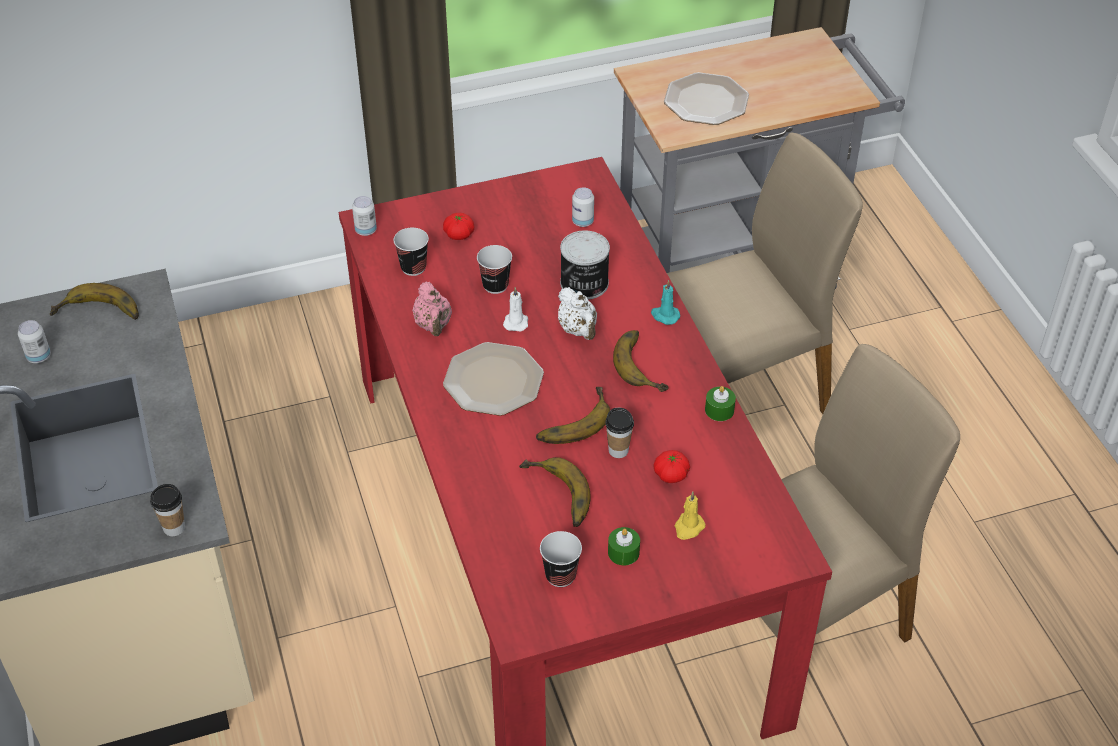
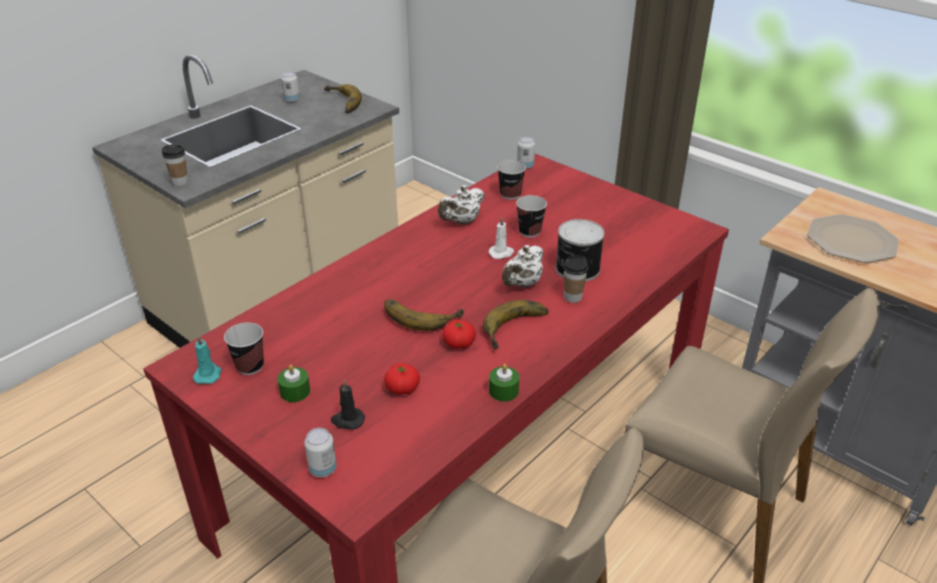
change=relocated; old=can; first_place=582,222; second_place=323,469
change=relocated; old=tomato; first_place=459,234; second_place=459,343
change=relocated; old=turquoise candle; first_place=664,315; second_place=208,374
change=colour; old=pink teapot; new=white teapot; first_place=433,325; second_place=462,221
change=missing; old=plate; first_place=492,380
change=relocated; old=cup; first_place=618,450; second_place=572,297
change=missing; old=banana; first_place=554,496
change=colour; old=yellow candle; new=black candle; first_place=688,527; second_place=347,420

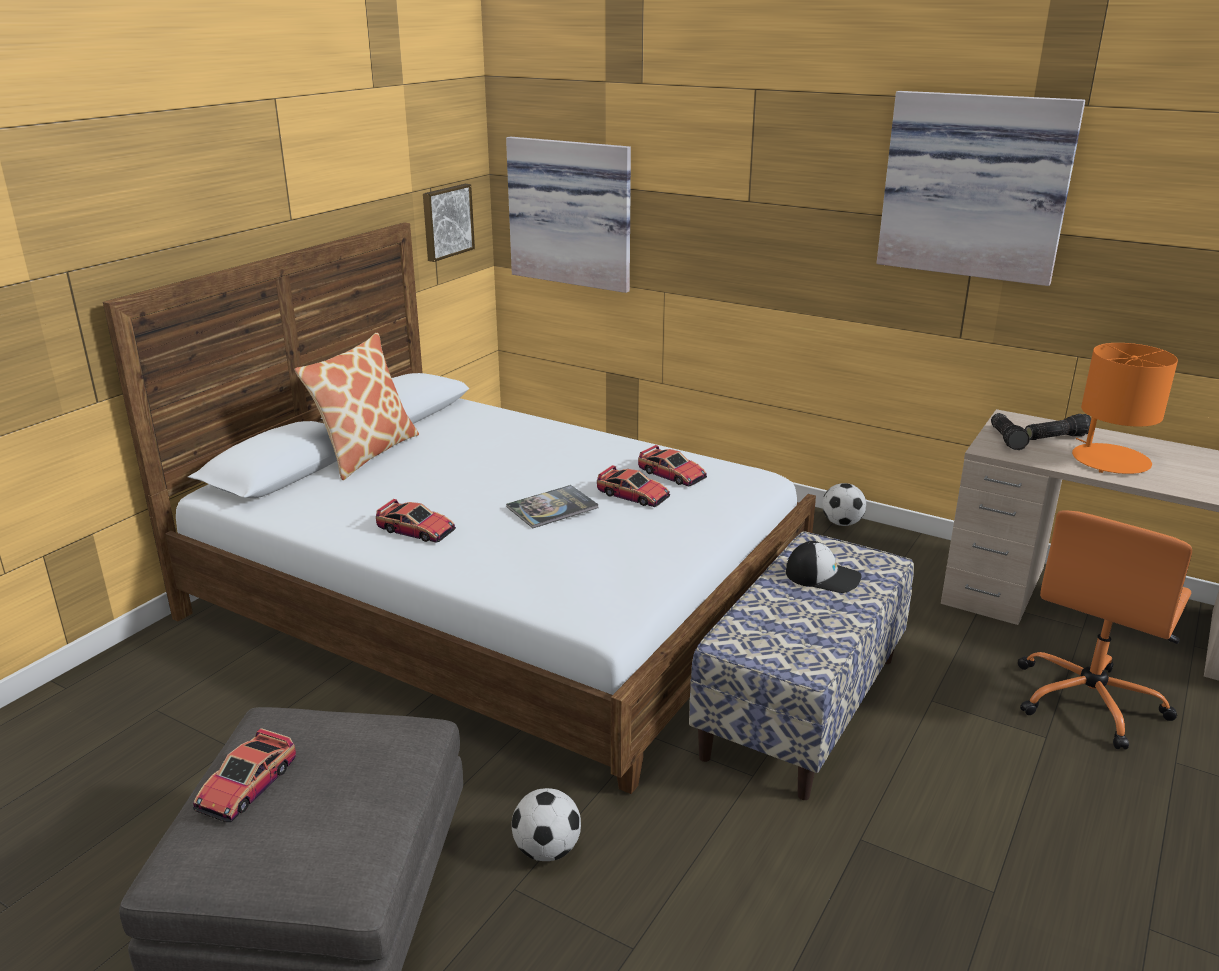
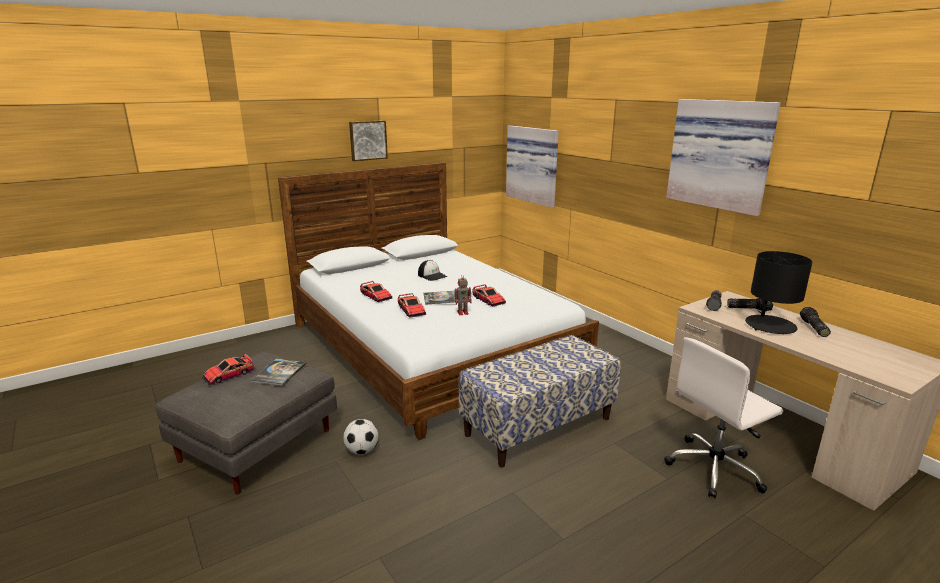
change=relocated; old=picture; first_place=446,221; second_place=368,140
change=missing; old=pillow; first_place=366,453
change=colour; old=orange table lamp; new=black table lamp; first_place=1109,460; second_place=770,325
change=relocated; old=toy car; first_place=672,474; second_place=411,310
change=missing; old=football; first_place=841,523
change=colour; old=orange office chair; new=white office chair; first_place=1089,701; second_place=715,468
change=relocated; old=cap; first_place=823,576; second_place=432,276
change=appeared; new=toy robot; second_place=463,312
change=appeared; new=flashlight; second_place=813,328
change=appeared; new=book; second_place=279,373

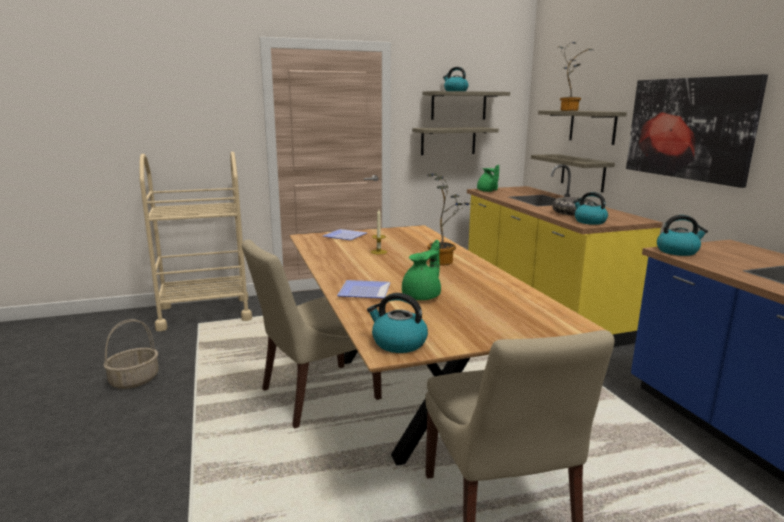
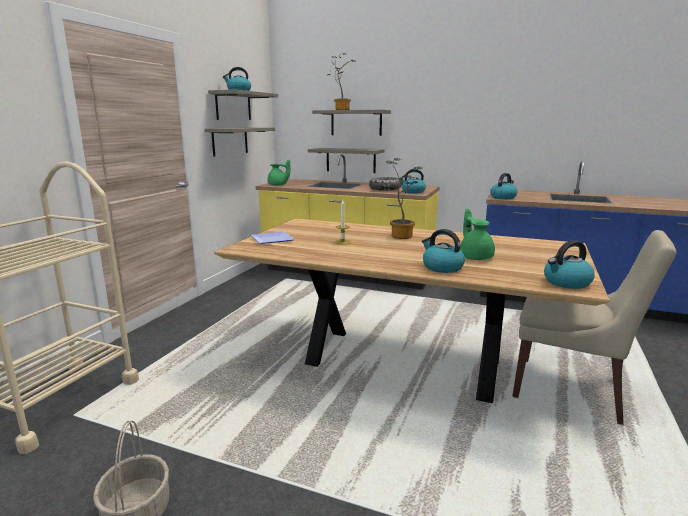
change=missing; old=picture; first_place=688,128
change=missing; old=beige chair; first_place=316,395
change=exchanged; old=plate; new=kettle; first_place=362,292; second_place=442,267

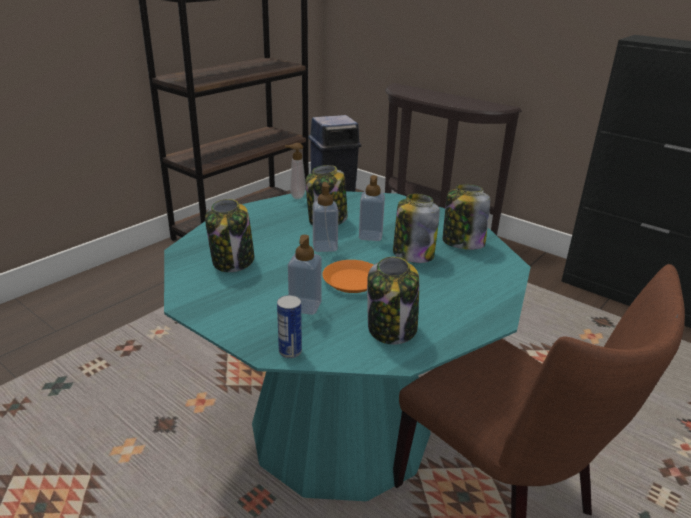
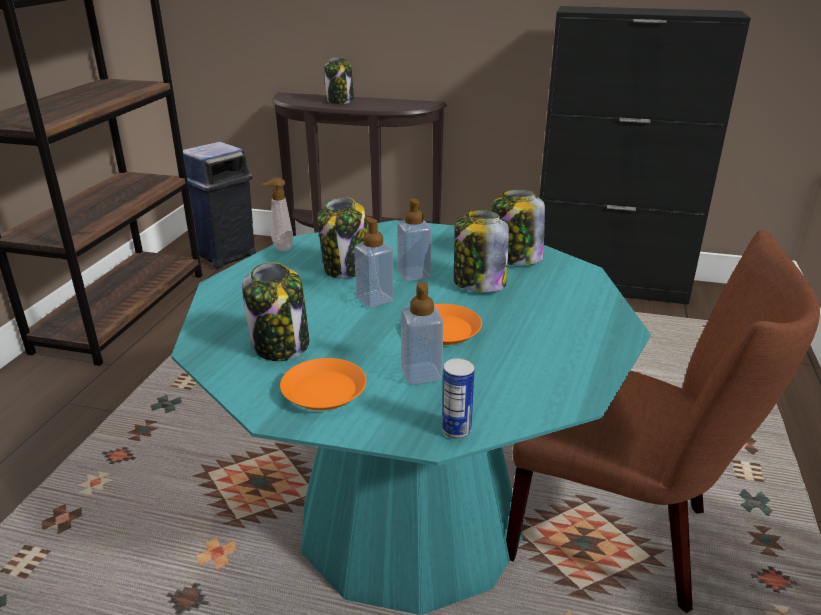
change=relocated; old=jar; first_place=392,329; second_place=340,101
change=appeared; new=orange plate; second_place=323,391

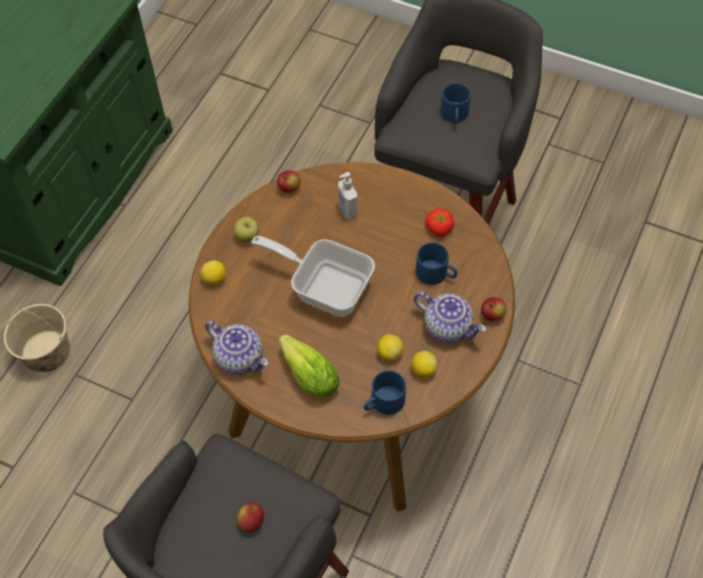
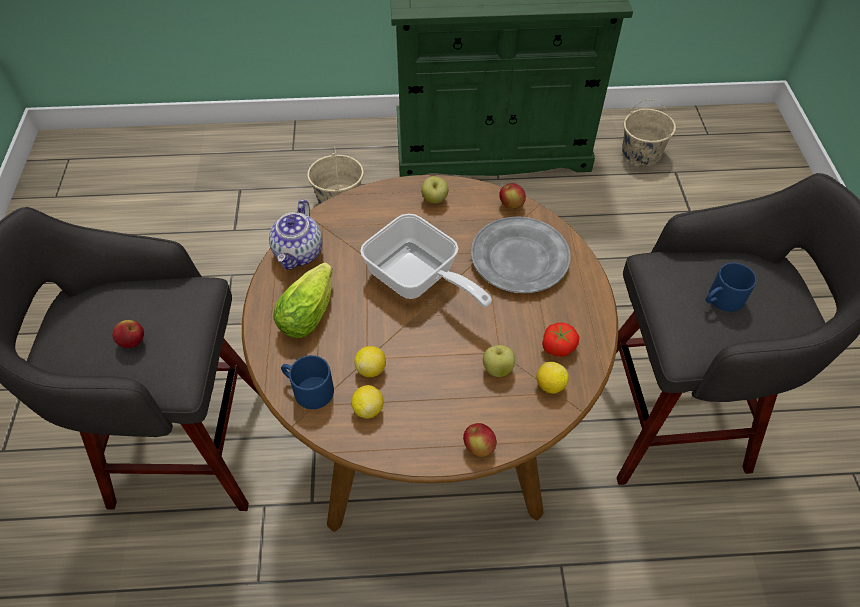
change=exchanged; old=soap dispenser; new=grey plate; first_place=347,210; second_place=519,259
change=spun; old=frying pan; first_place=324,286; second_place=418,280; degrees=135
change=exchanged; old=blue mug; new=apple; first_place=436,273; second_place=497,369
change=relocated; old=lemon; first_place=214,279; second_place=549,385
change=missing; old=teapot; first_place=448,327
change=appeared; new=beige bucket; second_place=641,152

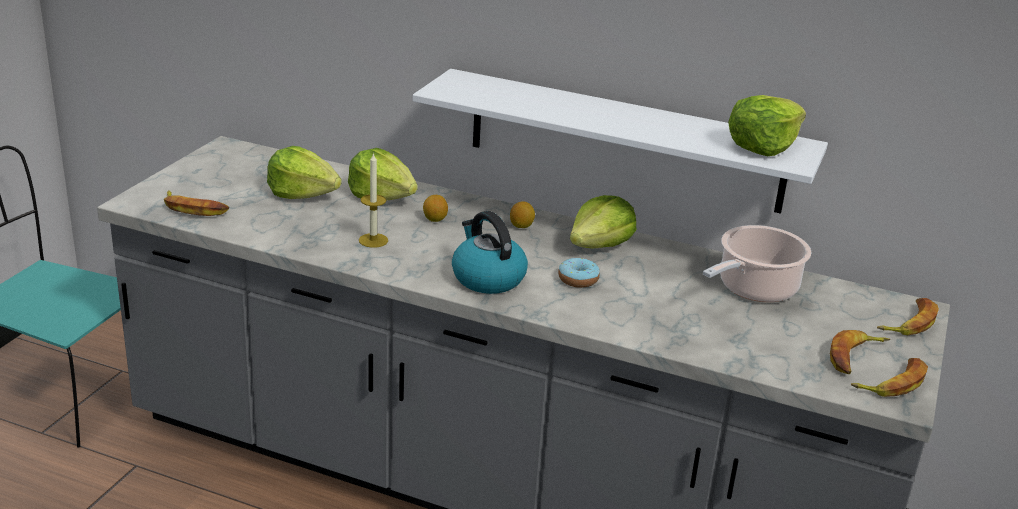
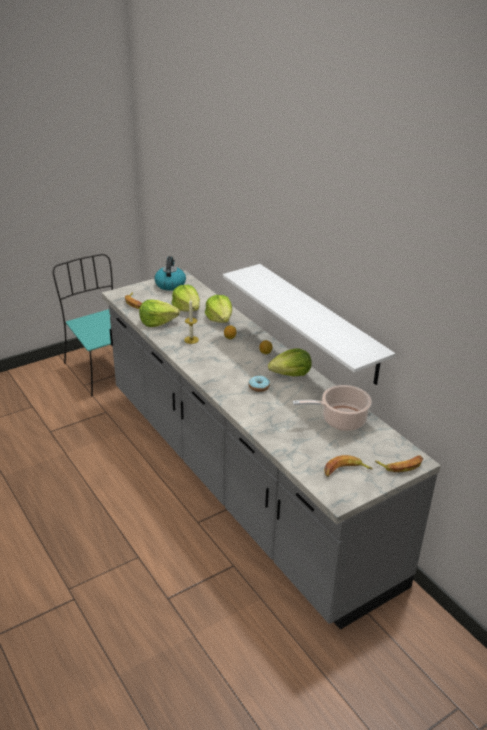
change=relocated; old=lettuce; first_place=762,146; second_place=157,322
change=relocated; old=kettle; first_place=487,278; second_place=170,284
change=missing; old=banana; first_place=892,383

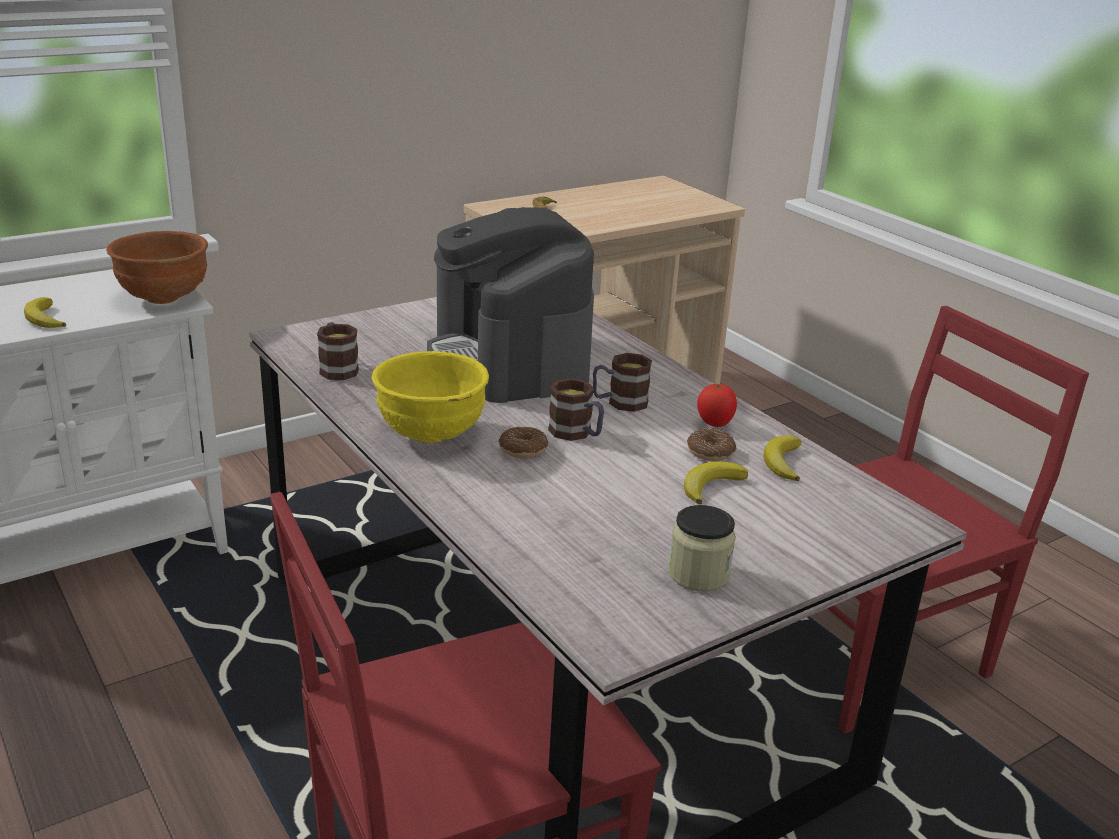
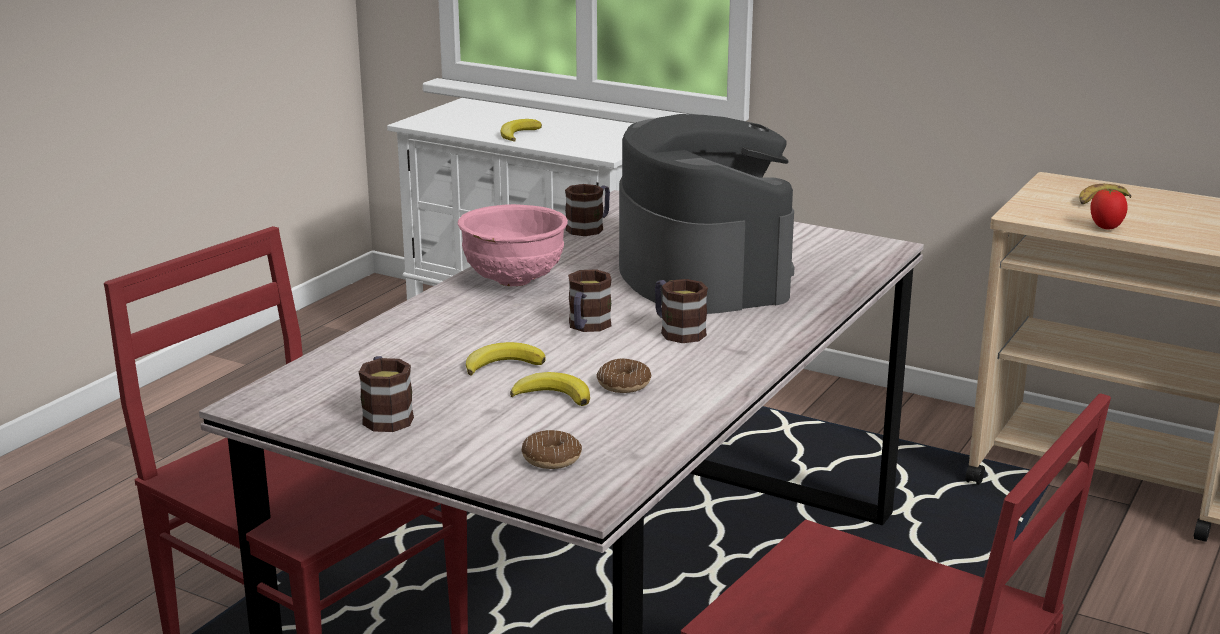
change=spun; old=coffee machine; first_place=510,360; second_place=702,274; degrees=120
change=missing; old=brown bowl; first_place=164,298
change=colour; old=yellow bowl; new=pink bowl; first_place=431,434; second_place=515,281
change=relocated; old=tomato; first_place=714,424; second_place=1106,228
change=relocated; old=donut; first_place=523,449; second_place=551,459
change=relocated; old=banana; first_place=782,462; second_place=503,364
change=exchanged; old=jar; new=mug; first_place=698,574; second_place=386,415

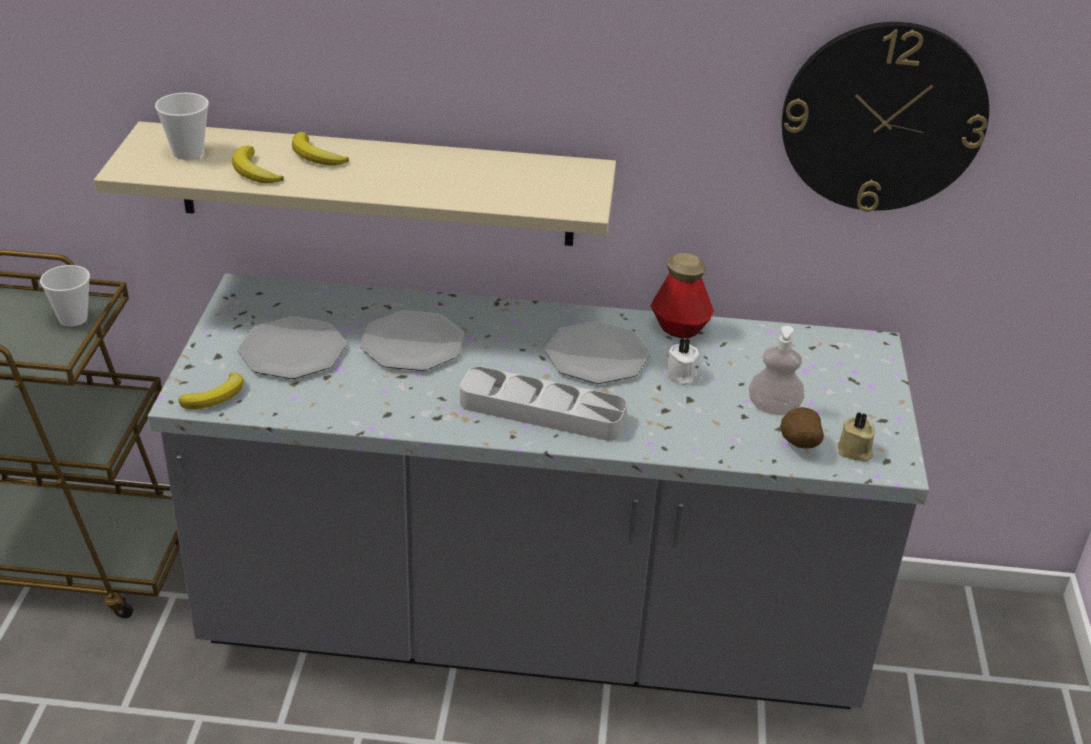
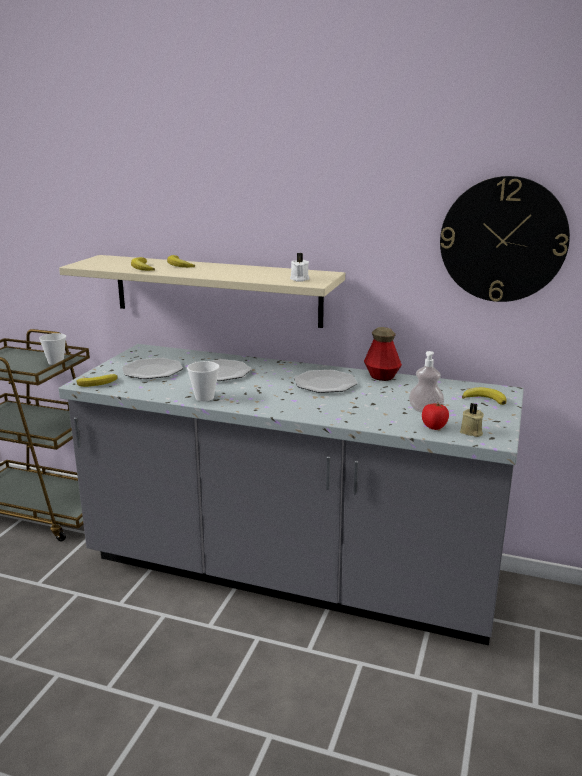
change=relocated; old=cup; first_place=188,152; second_place=204,397
change=relocated; old=white candle; first_place=680,376; second_place=299,279
change=missing; old=grey tray; first_place=542,411
change=exchanged; old=potato; new=tomato; first_place=798,445; second_place=434,426
change=appeared; new=banana; second_place=484,399

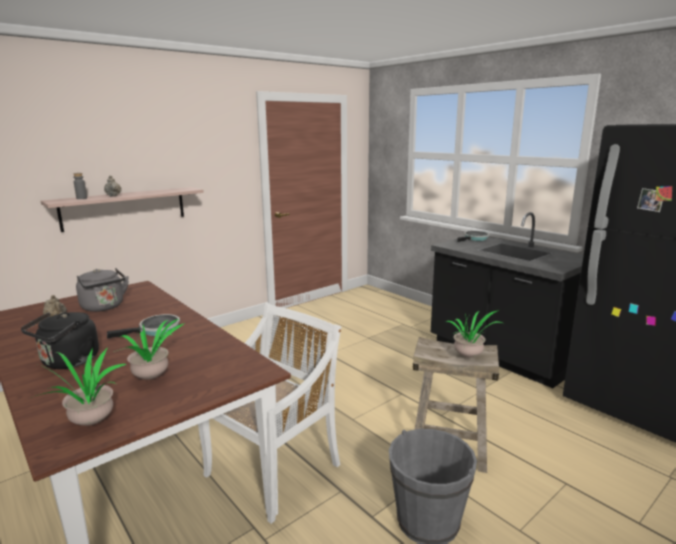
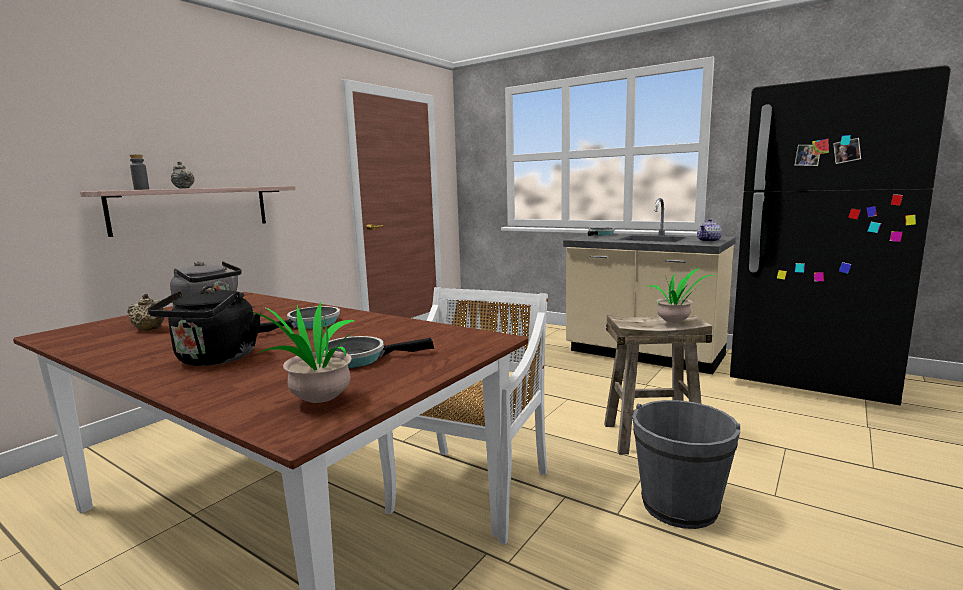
change=colour; old=black counter; new=beige counter; first_place=500,355; second_place=643,355
change=exchanged; old=potted plant; new=frying pan; first_place=153,378; second_place=359,358
change=appeared; new=teapot; second_place=709,241

